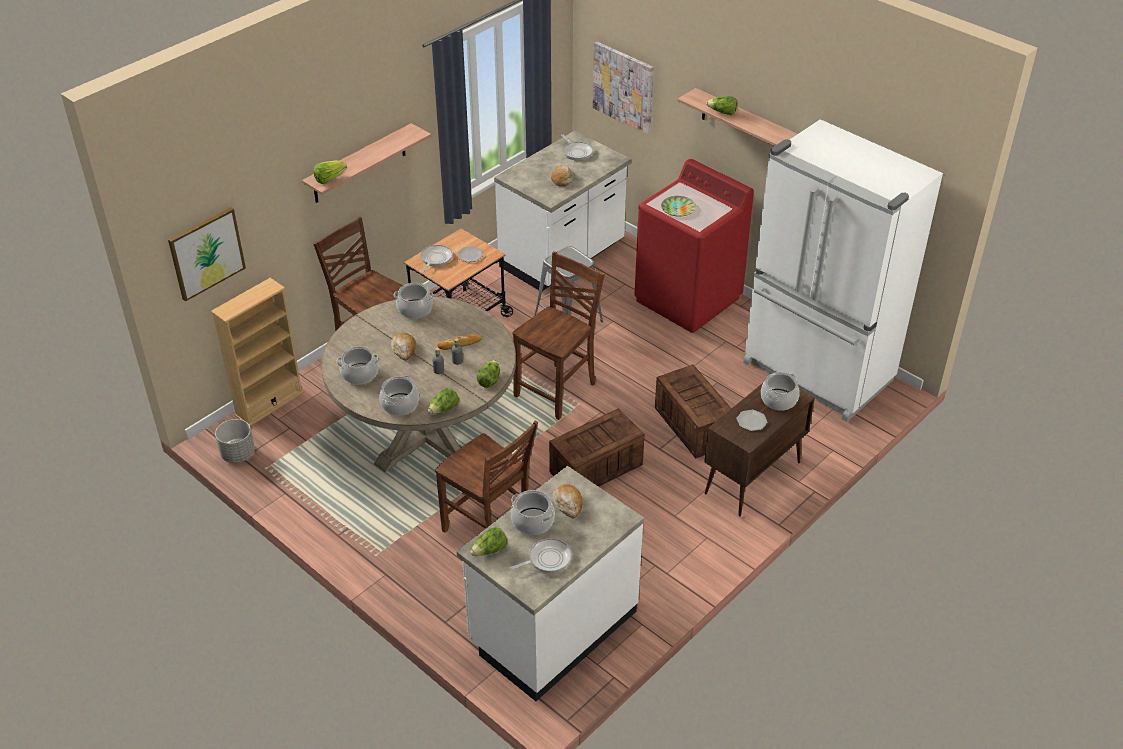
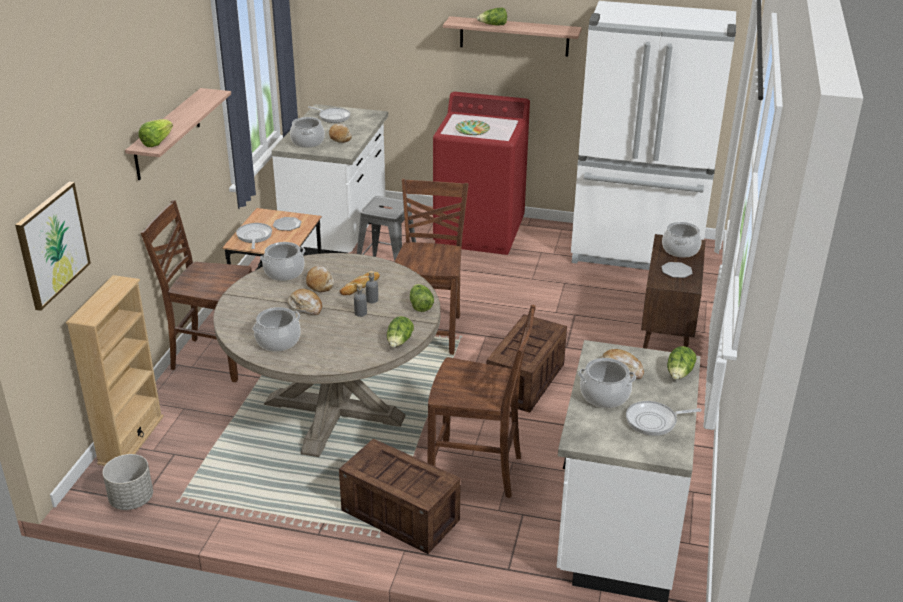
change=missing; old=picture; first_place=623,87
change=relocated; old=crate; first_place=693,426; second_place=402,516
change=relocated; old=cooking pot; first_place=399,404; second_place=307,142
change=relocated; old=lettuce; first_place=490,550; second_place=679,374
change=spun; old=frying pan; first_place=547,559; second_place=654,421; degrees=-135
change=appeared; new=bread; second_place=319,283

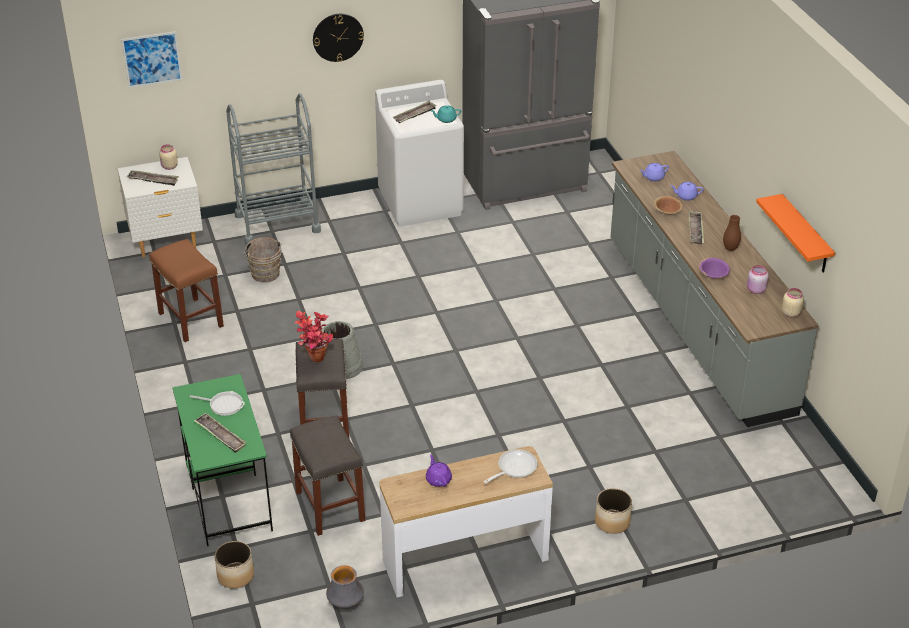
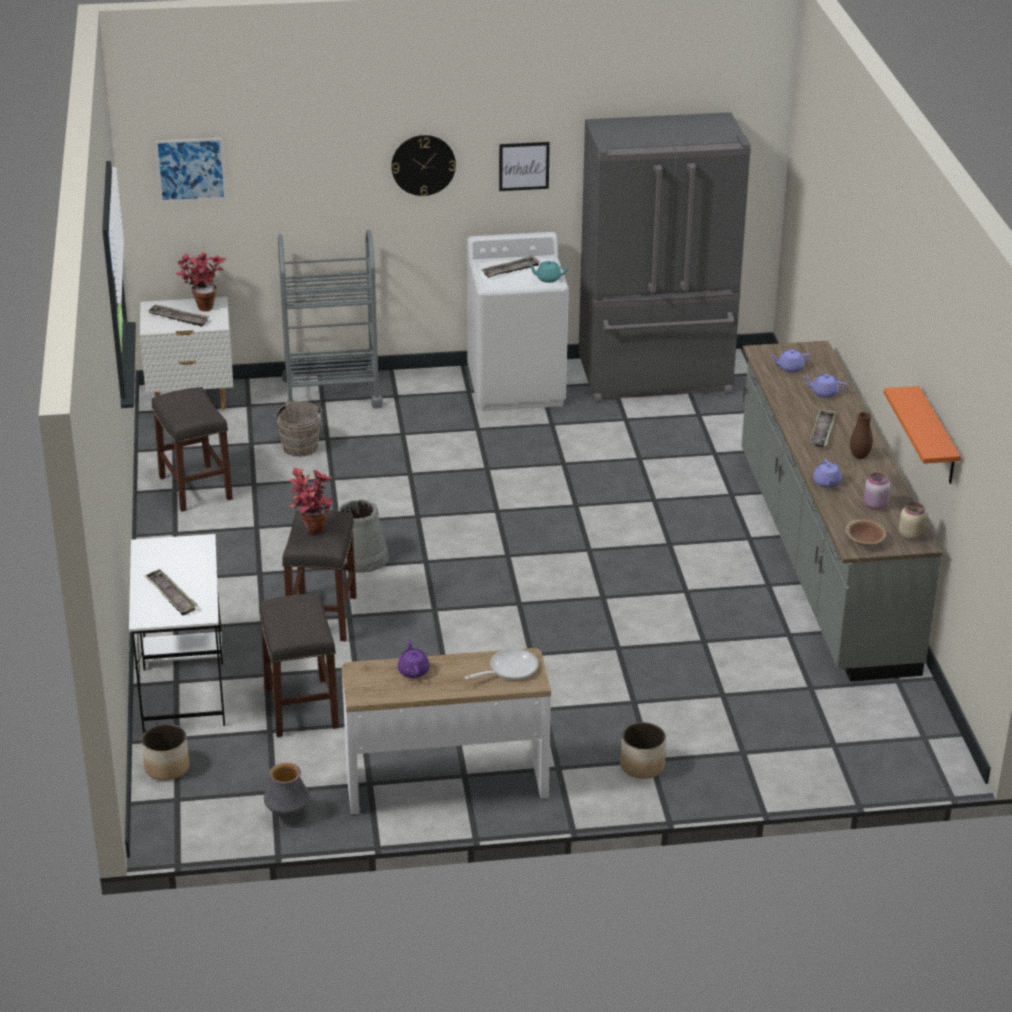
change=exchanged; old=beige jar; new=potted plant; first_place=169,167; second_place=202,306
change=relocated; old=brown bowl; first_place=667,211; second_place=864,541
change=colour; old=brown stool; new=grey stool; first_place=190,319; second_place=194,488
change=exchanged; old=purple bowl; new=purple teapot; first_place=713,274; second_place=826,483
change=colour; old=green desk; new=white desk; first_place=228,495; second_place=183,682
change=missing; old=frying pan; first_place=224,405
change=appeared; new=picture; second_place=524,166

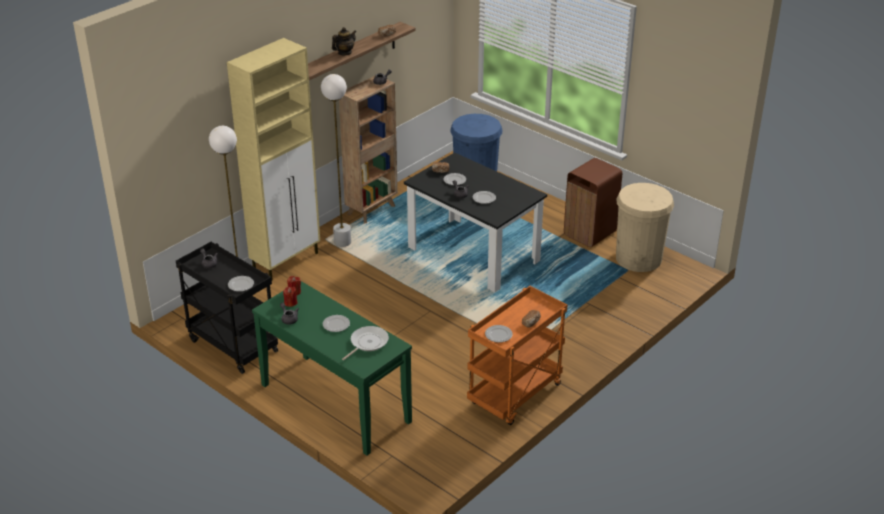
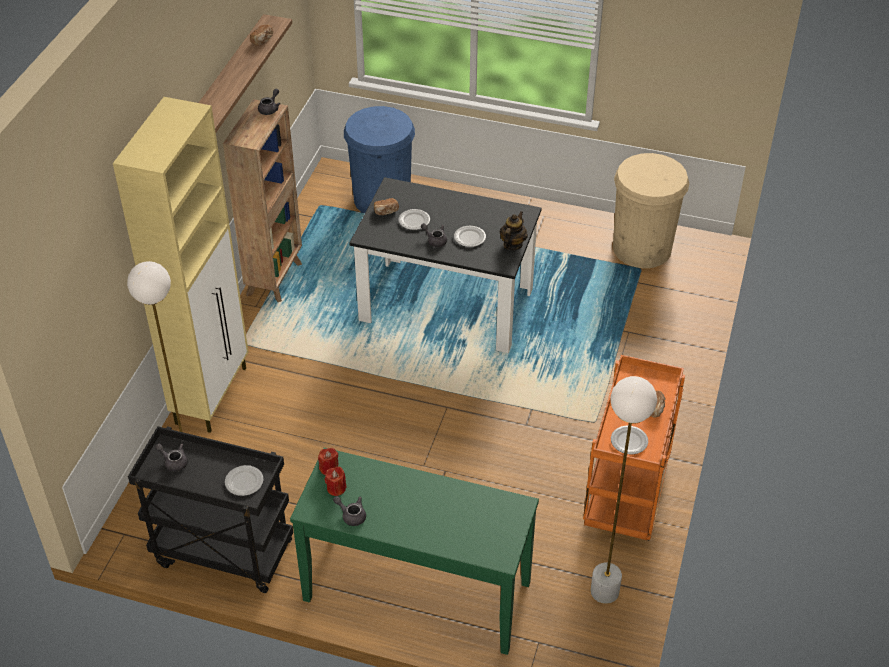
change=relocated; old=teapot; first_place=344,53; second_place=512,244
change=relocated; old=white floor lamp; first_place=342,242; second_place=604,591
change=missing; old=brown trash can; first_place=590,233
change=missing; old=plate; first_place=336,324
change=missing; old=frying pan; first_place=367,343

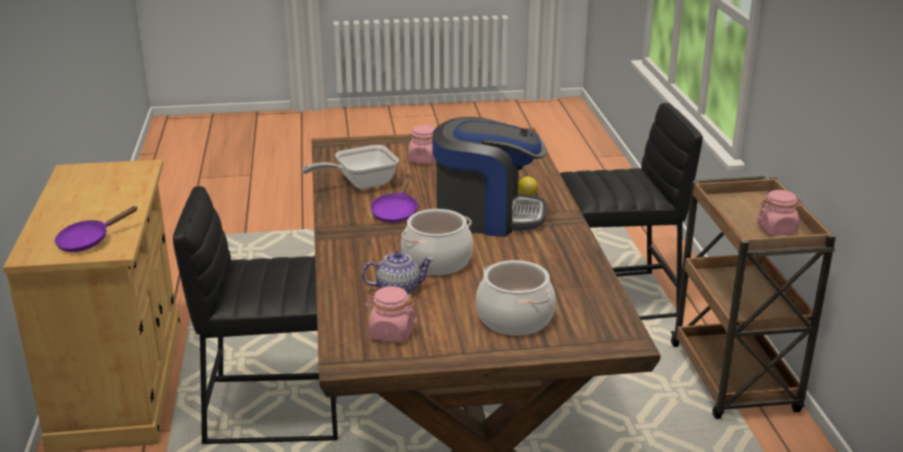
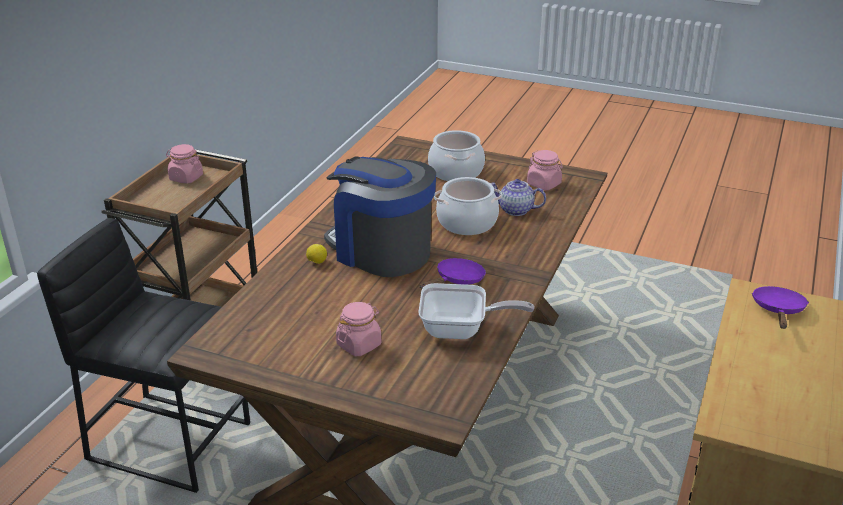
change=missing; old=black stool; first_place=274,409
change=spun; old=purple frying pan; first_place=88,241; second_place=778,310; degrees=-60

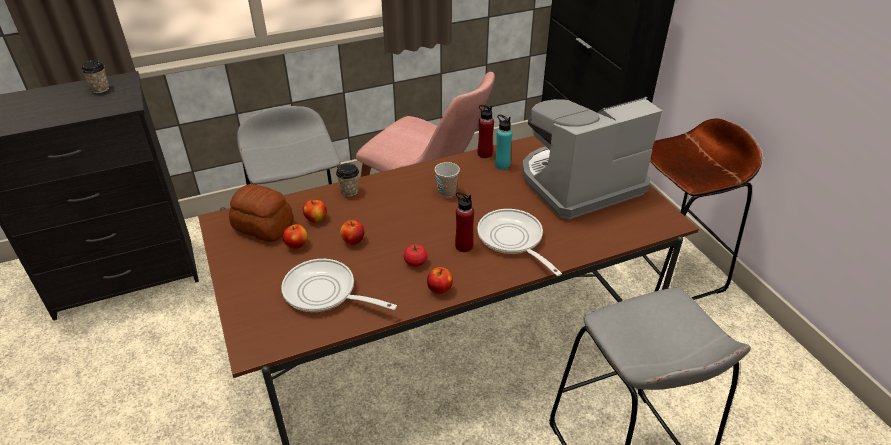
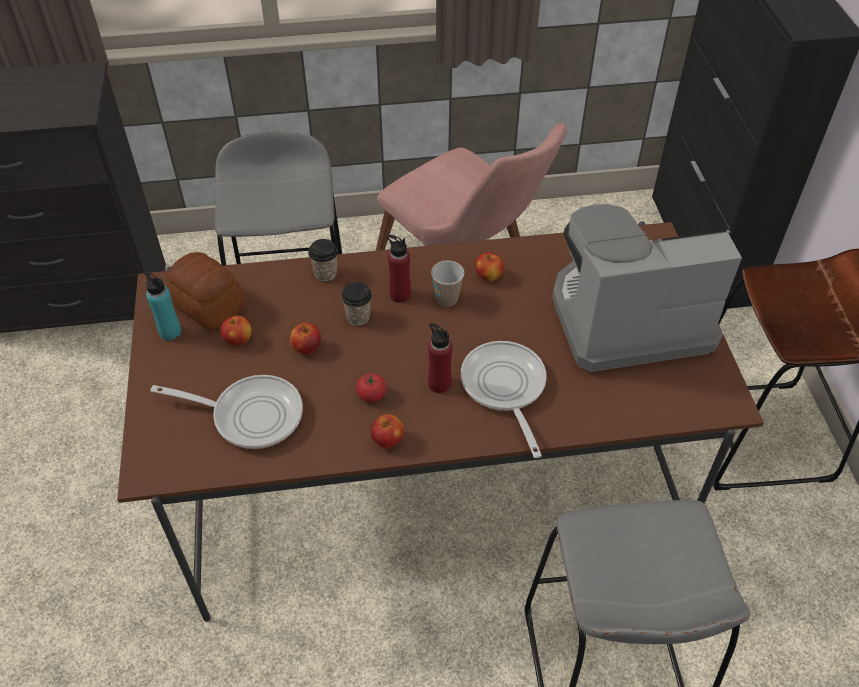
change=relocated; old=cup; first_place=100,89; second_place=358,317
change=relocated; old=red bottle; first_place=484,154; second_place=400,295
change=relocated; old=turquoise bottle; first_place=502,165; second_place=170,332
change=relocated; old=apple; first_place=316,219; second_place=488,276
change=spun; old=frying pan; first_place=325,293; second_place=251,415; degrees=150

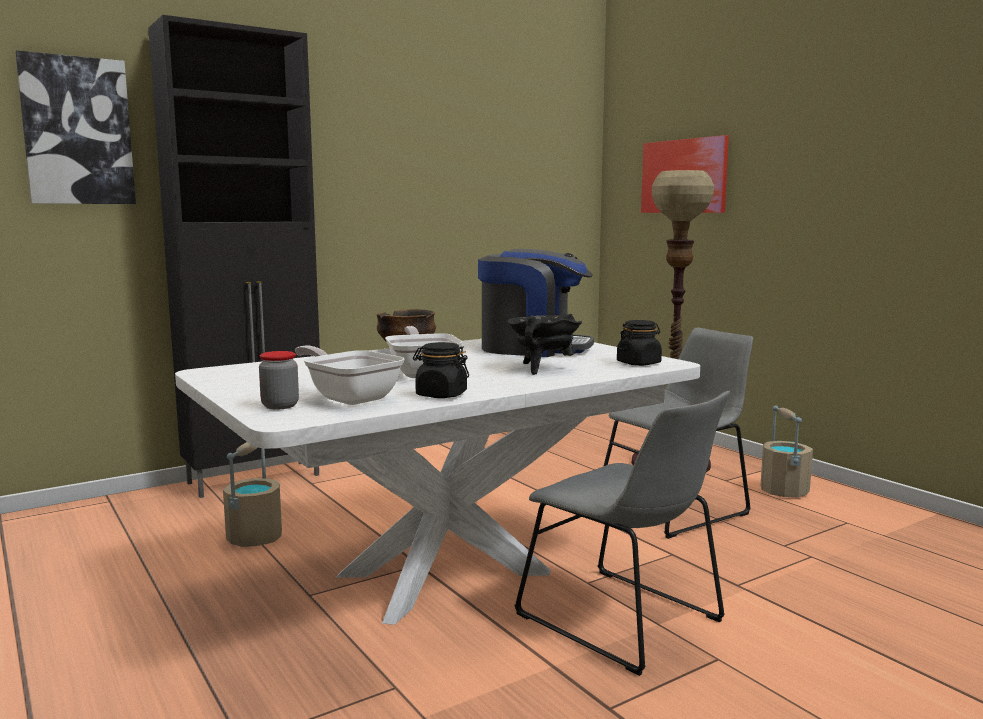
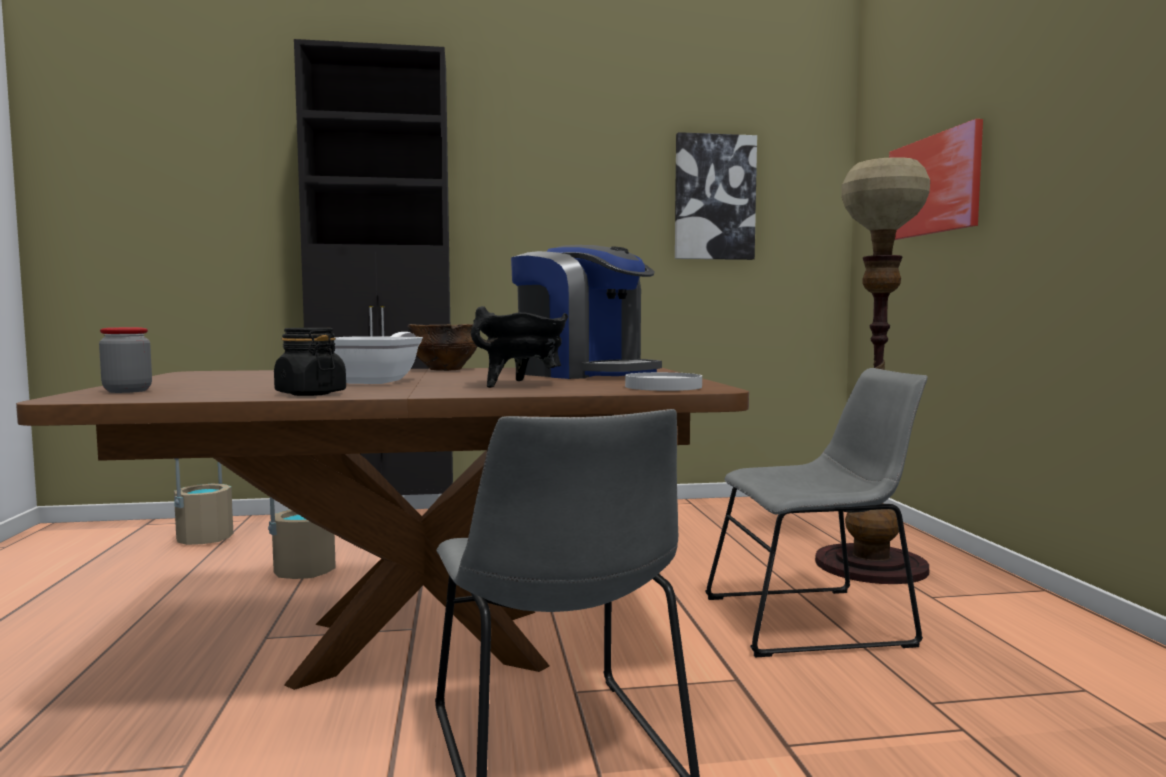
change=relocated; old=picture; first_place=77,131; second_place=714,197
change=exchanged; old=black jar; new=white plate; first_place=638,363; second_place=663,387
change=colour; old=white dining table; new=brown dining table; first_place=445,574; second_place=425,645
change=missing; old=frying pan; first_place=349,397
change=relocated; old=beige bucket; first_place=783,491; second_place=205,539

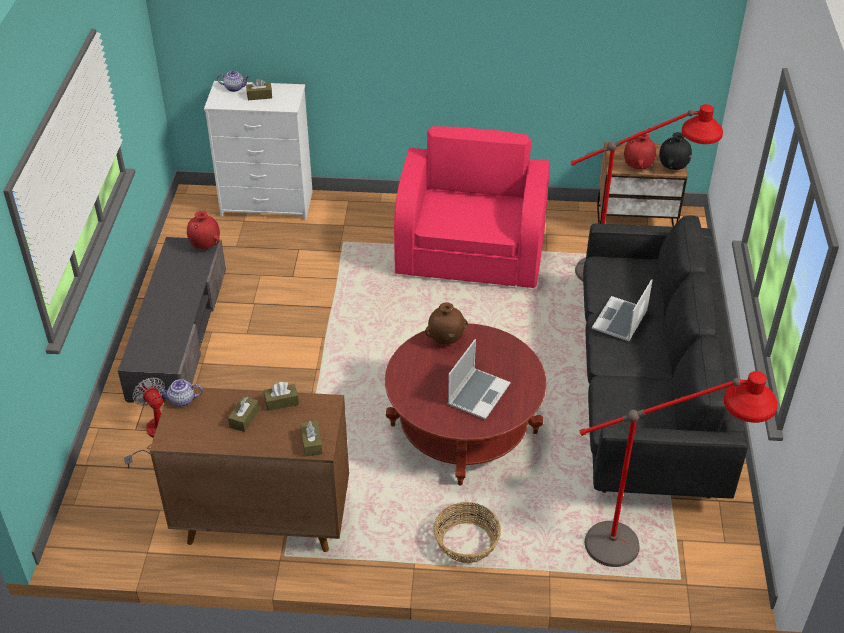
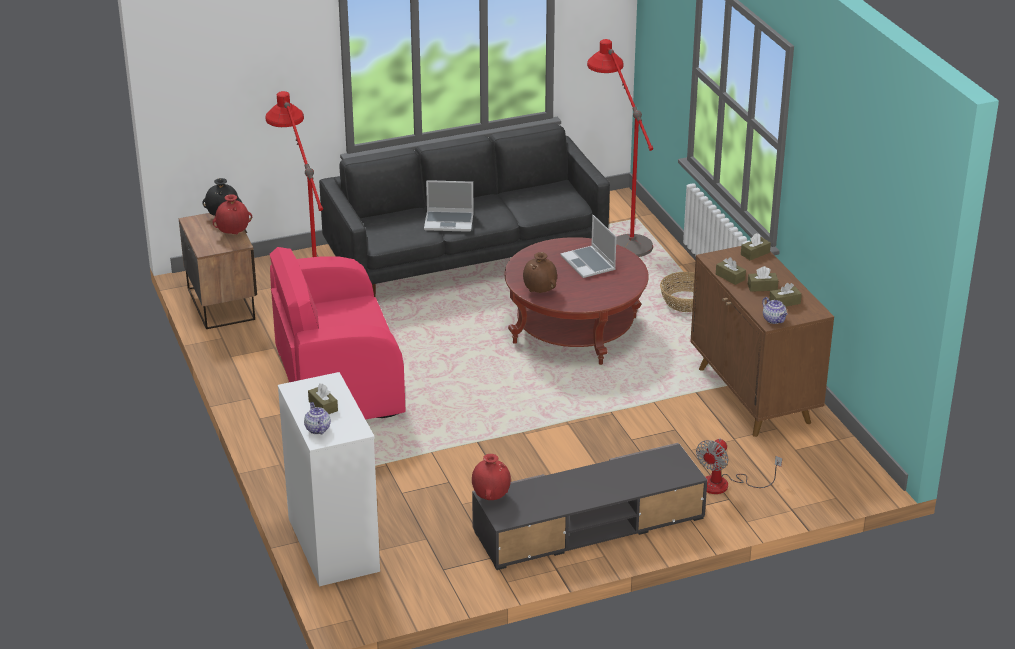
change=spun; old=laptop; first_place=478,394; second_place=589,263; degrees=-120
change=appeared; new=brown tissue box; second_place=784,302

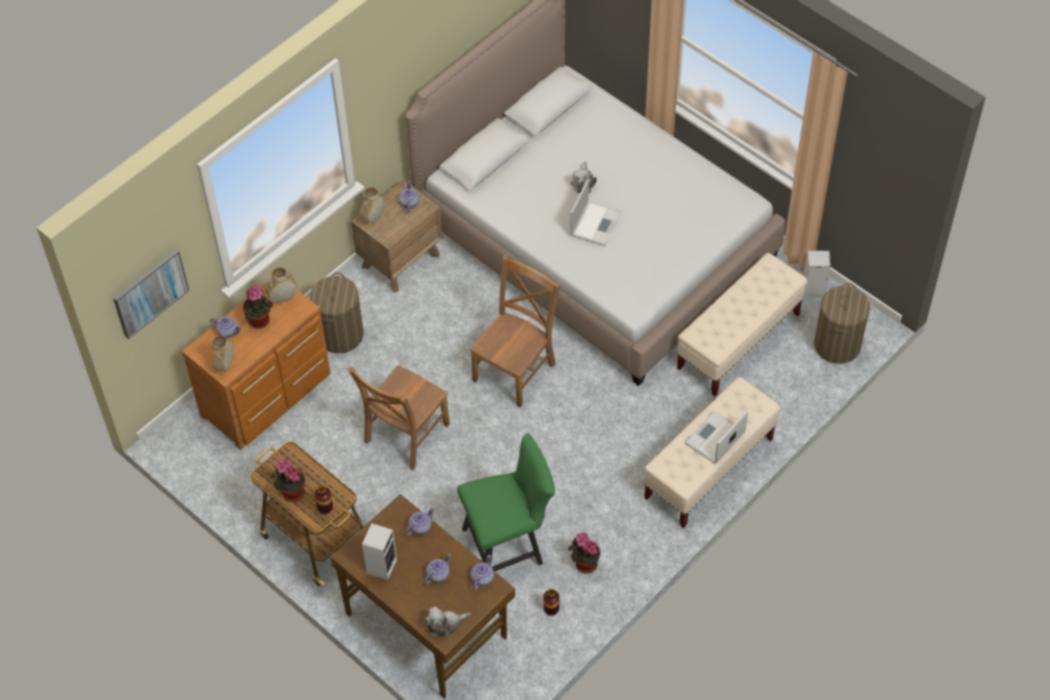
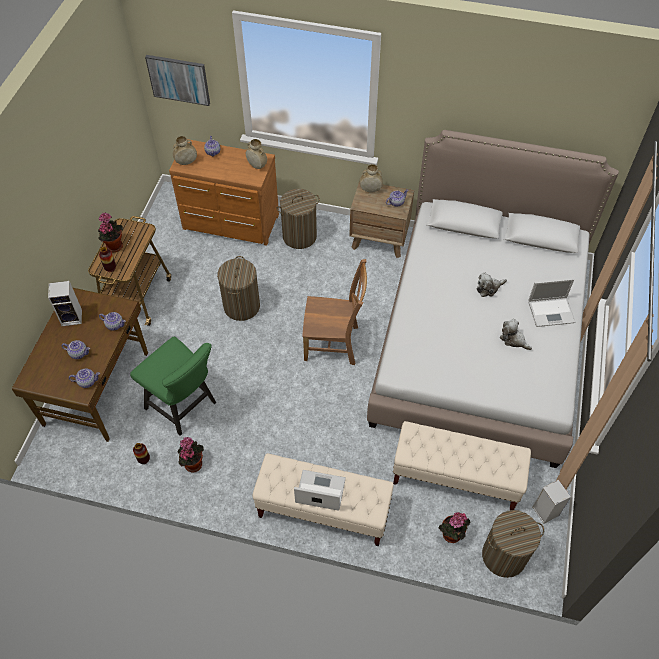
change=relocated; old=laptop; first_place=595,223; second_place=552,311
change=relocated; old=potted plant; first_place=260,321; second_place=451,536
change=exchanged; old=brown chair; new=laundry basket; first_place=404,435; second_place=241,306
change=relocated; old=plush toy; first_place=445,625; second_place=513,339

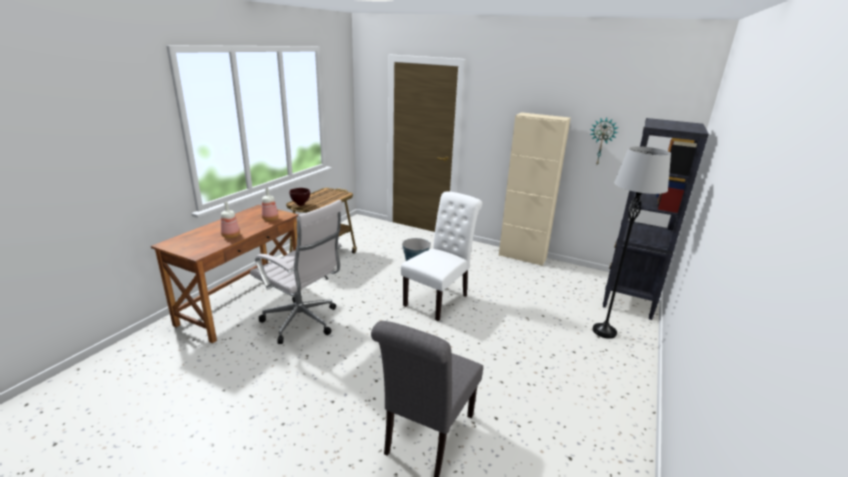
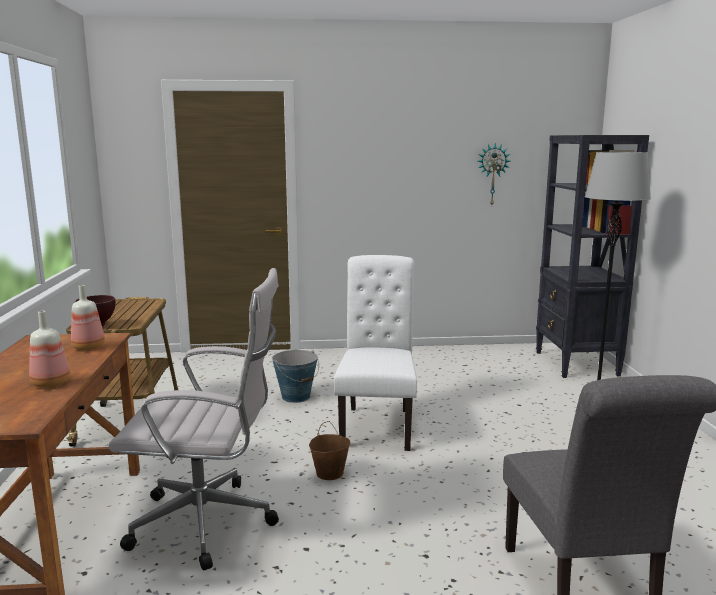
change=missing; old=beige cabinet; first_place=522,257
change=appeared; new=brown bucket; second_place=329,473

